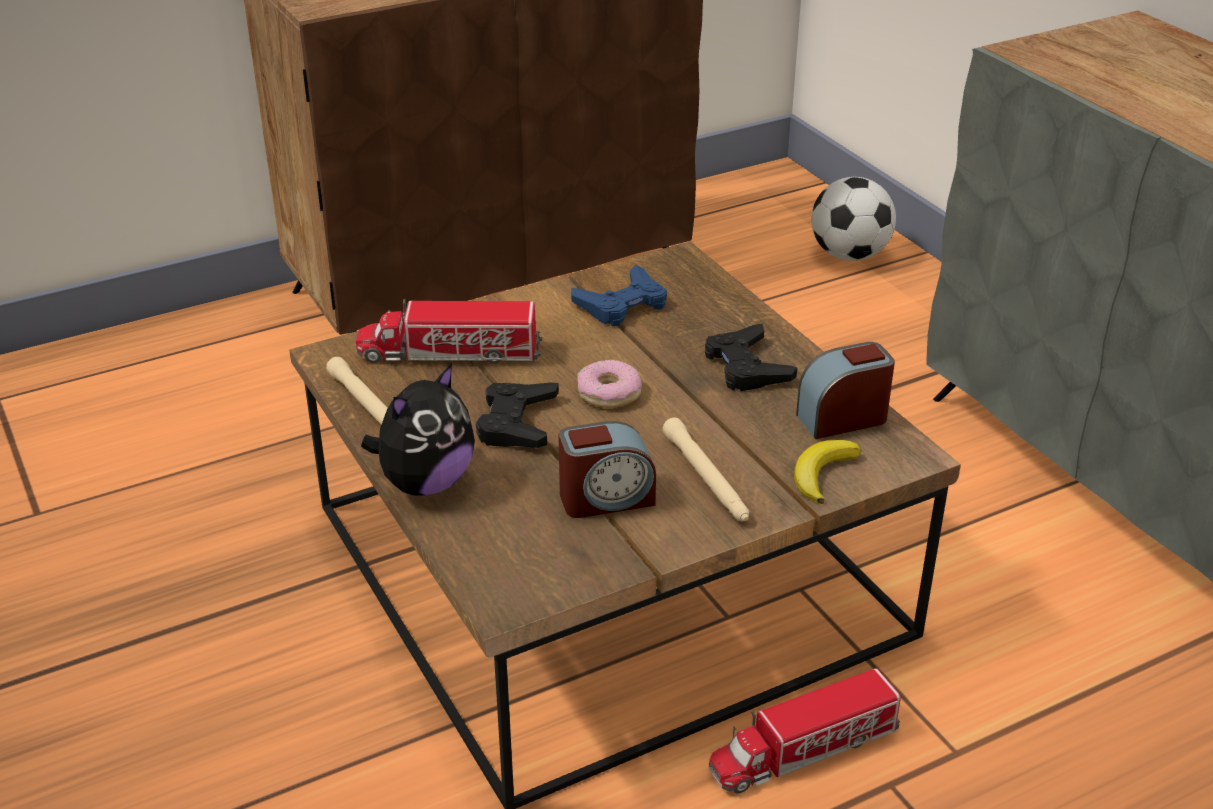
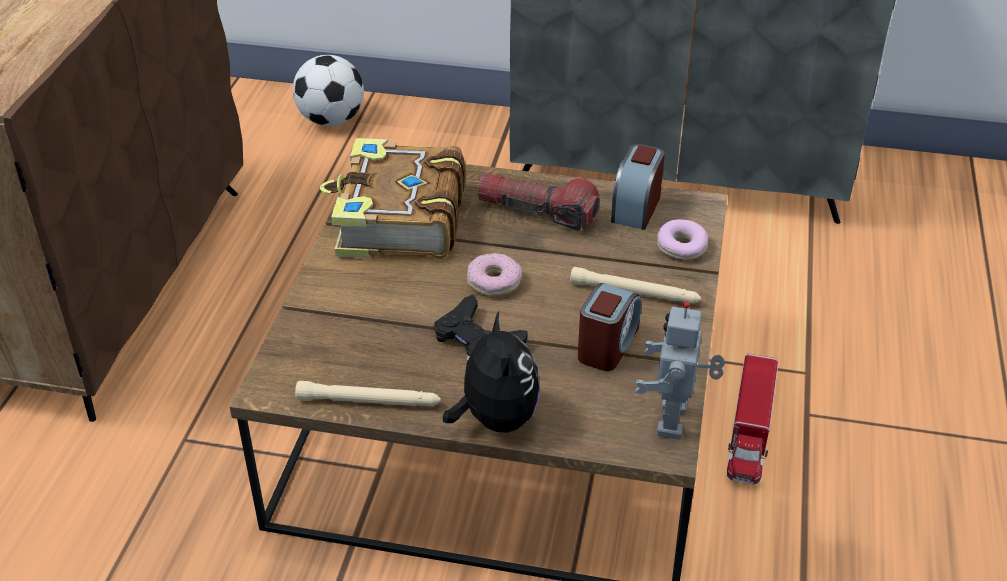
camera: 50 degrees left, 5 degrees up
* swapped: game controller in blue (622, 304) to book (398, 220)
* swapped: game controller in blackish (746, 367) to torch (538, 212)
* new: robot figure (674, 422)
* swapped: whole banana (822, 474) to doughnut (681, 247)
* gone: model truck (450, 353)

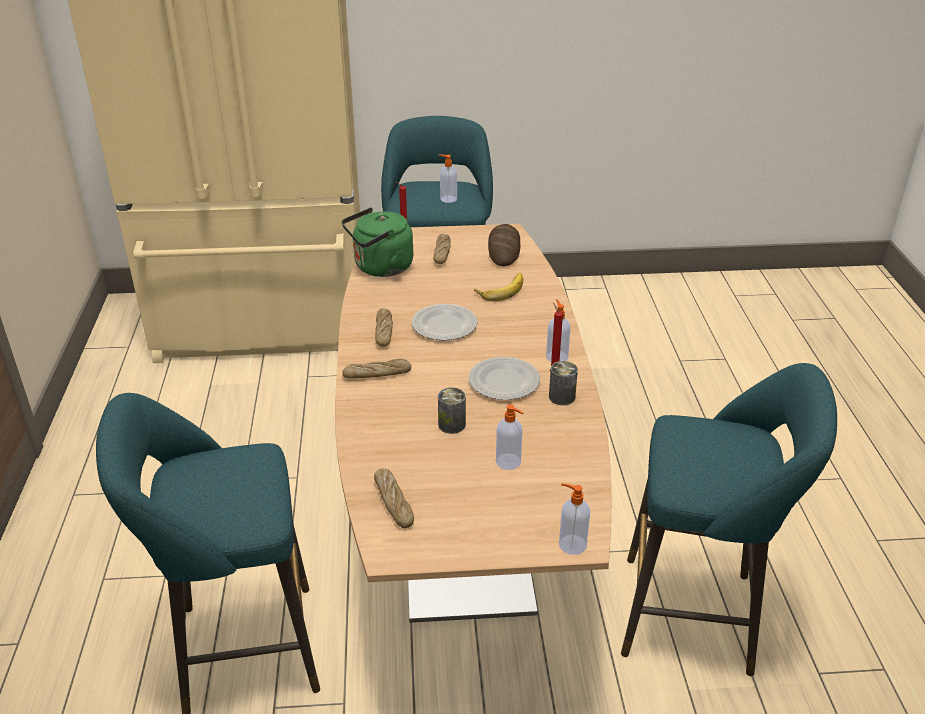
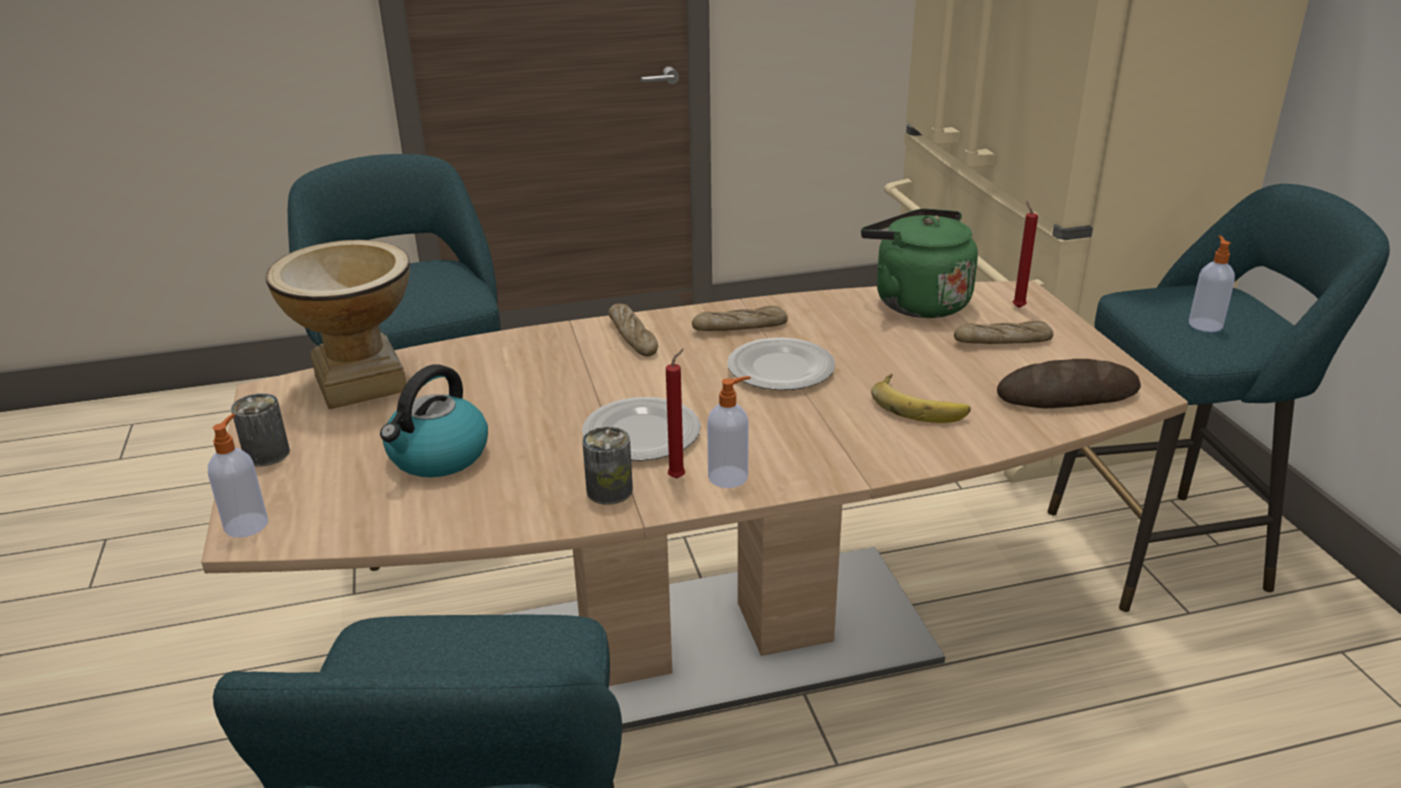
camera: 80 degrees right, 5 degrees down
* shifted: sealed can (452, 424) to (267, 454)
* swapped: baked bread (394, 502) to vase (361, 383)
* swapped: liquid soap bottle (509, 462) to water kettle (438, 456)

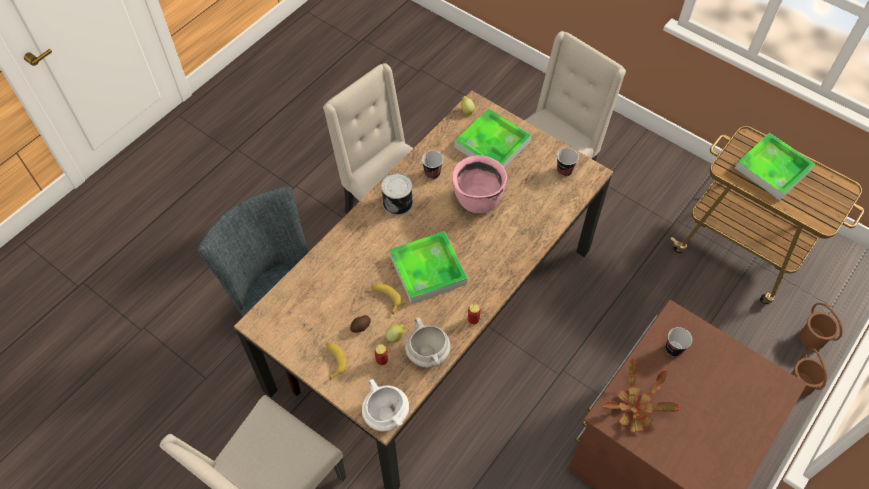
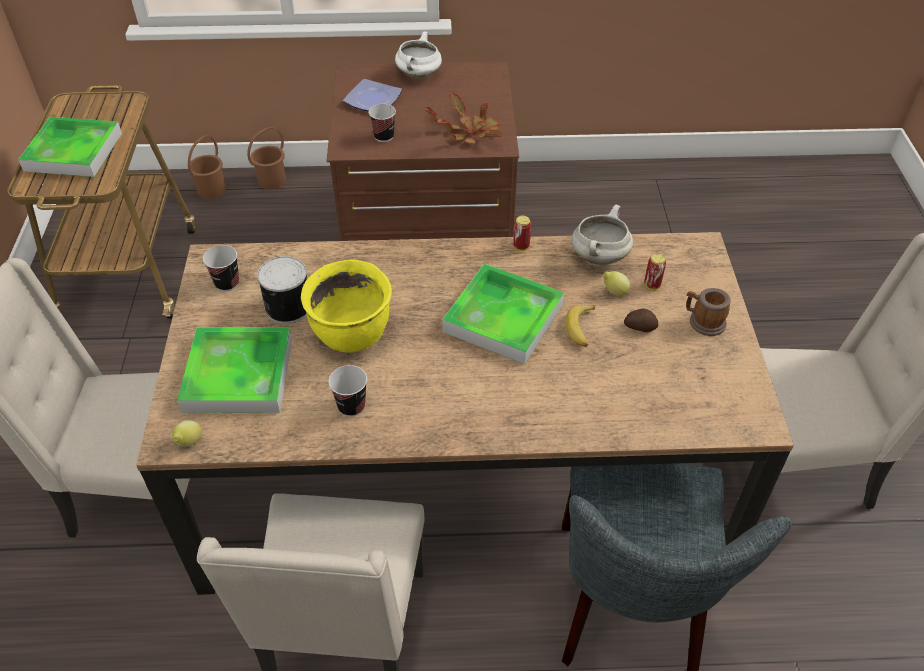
camera: 130 degrees left, 10 degrees down
* shifted: sealed can (398, 202) to (287, 306)
* repainted: saucepot in pinkish (477, 199) to saucepot in yellow (352, 335)
* new: flat dish (371, 100)
* shifted: saucepot in white-coloured (385, 414) to (419, 75)
* swapped: whole banana (334, 360) to mug (703, 322)

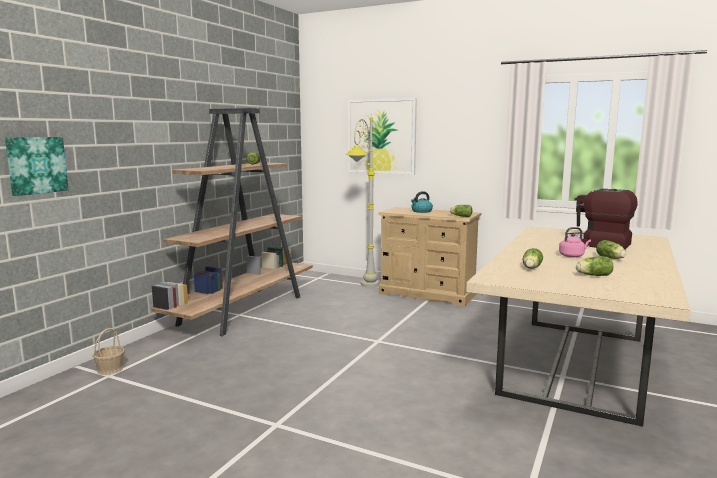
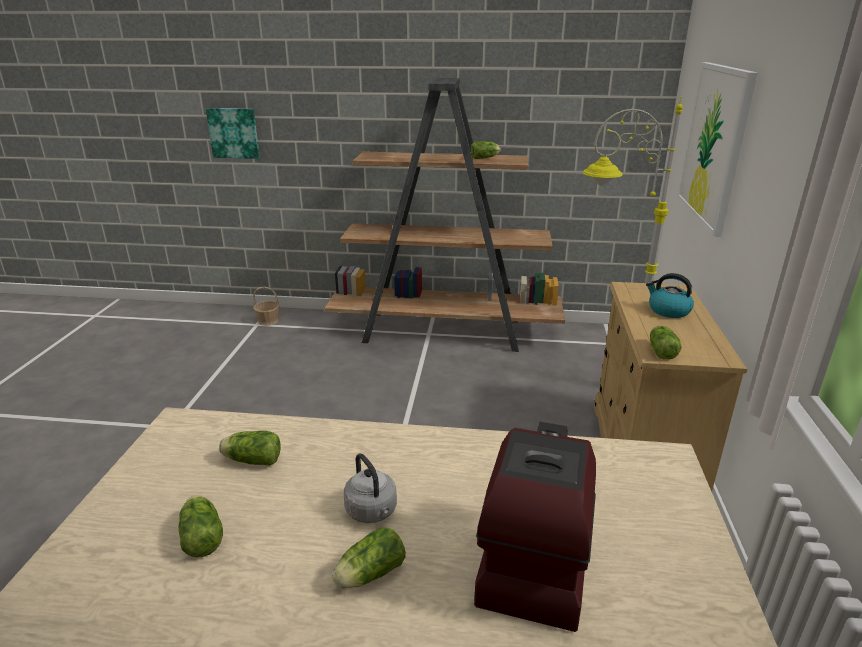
camera: 70 degrees right, 15 degrees up
* repainted: water kettle in pinkish (572, 256) to water kettle in greyish (372, 512)

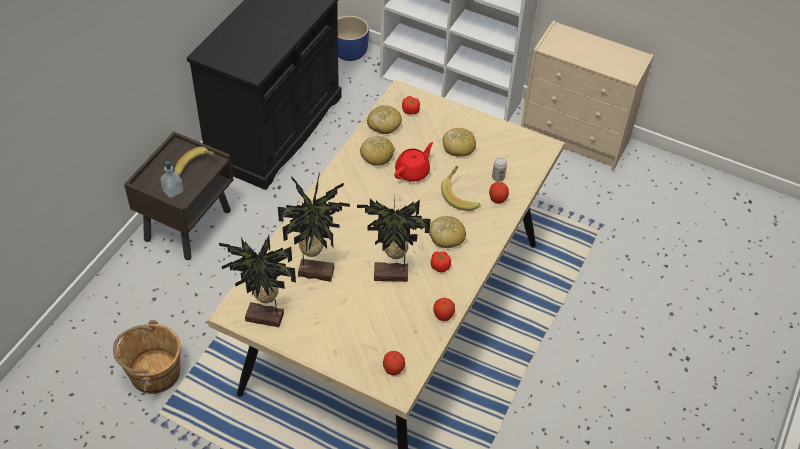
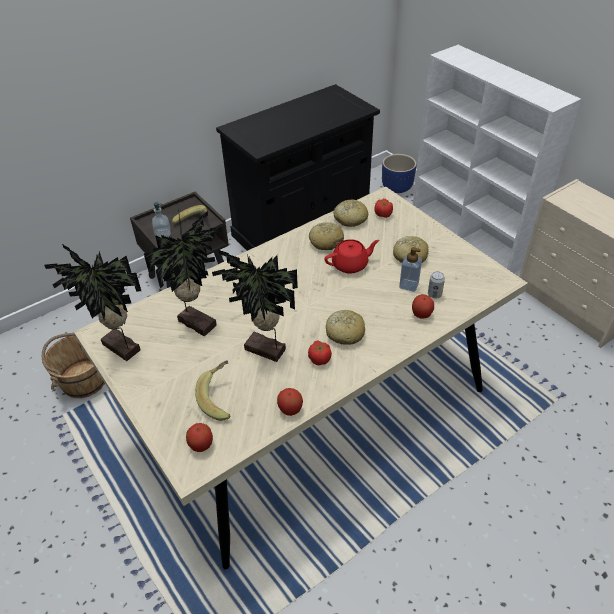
camera: 30 degrees right, 5 degrees down
* shifted: whole banana (461, 196) to (221, 398)
* new: liquid soap bottle (409, 285)

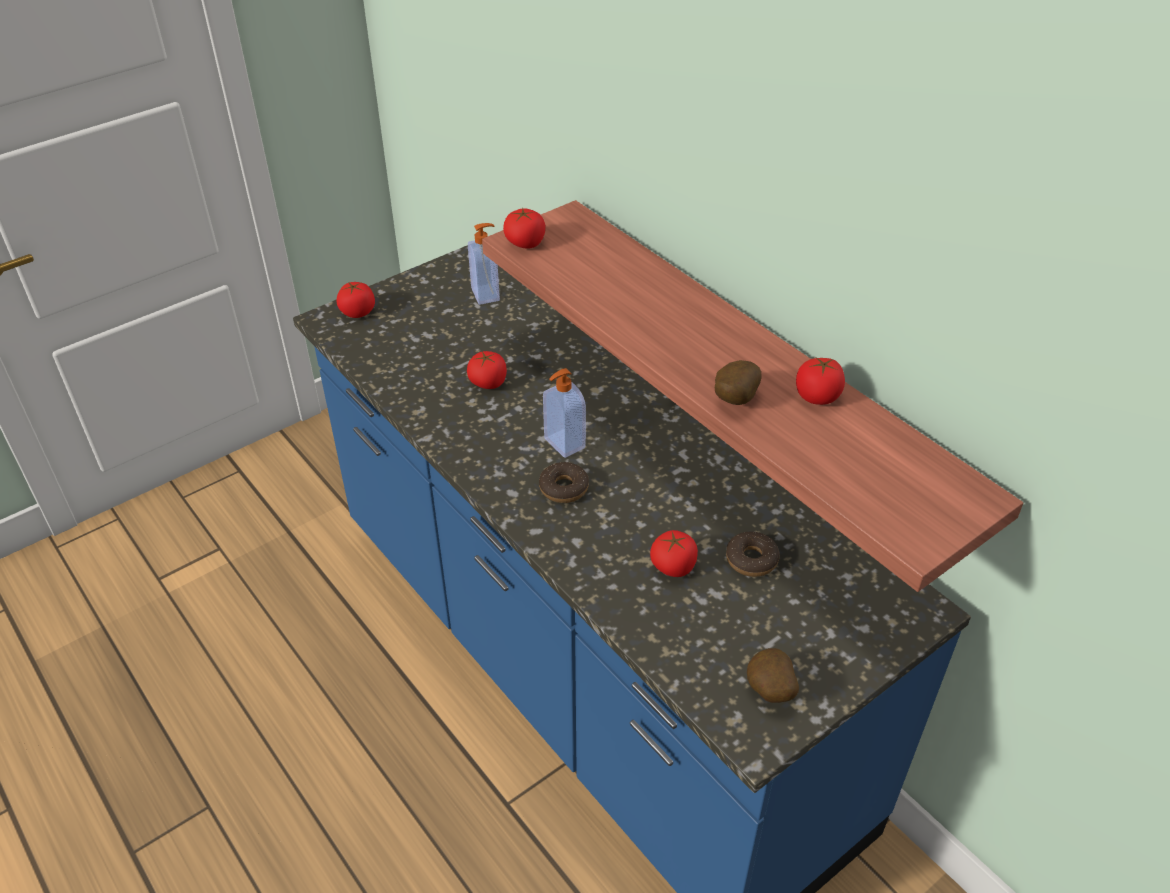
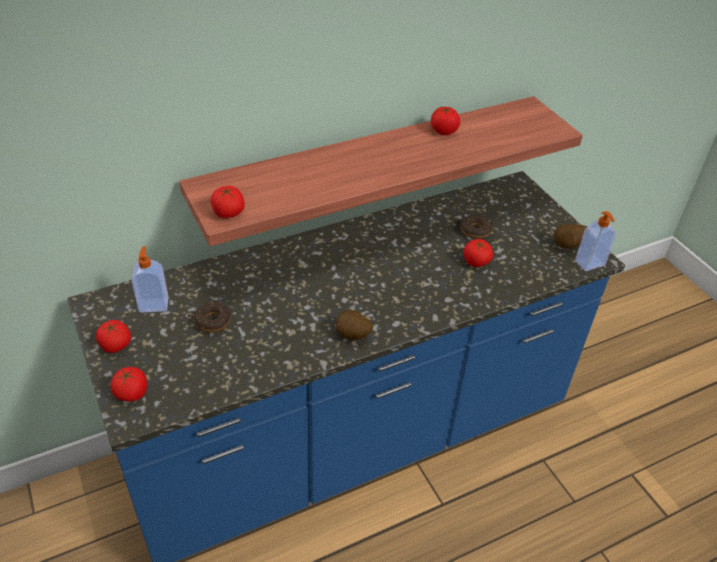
camera: 80 degrees left, 0 degrees up
* shifted: whole tomato (488, 382) to (115, 345)
* shifted: doughnut (564, 488) to (213, 321)
* shifted: whole potato (733, 400) to (352, 336)
* shifted: liquid soap bottle (563, 444) to (590, 263)

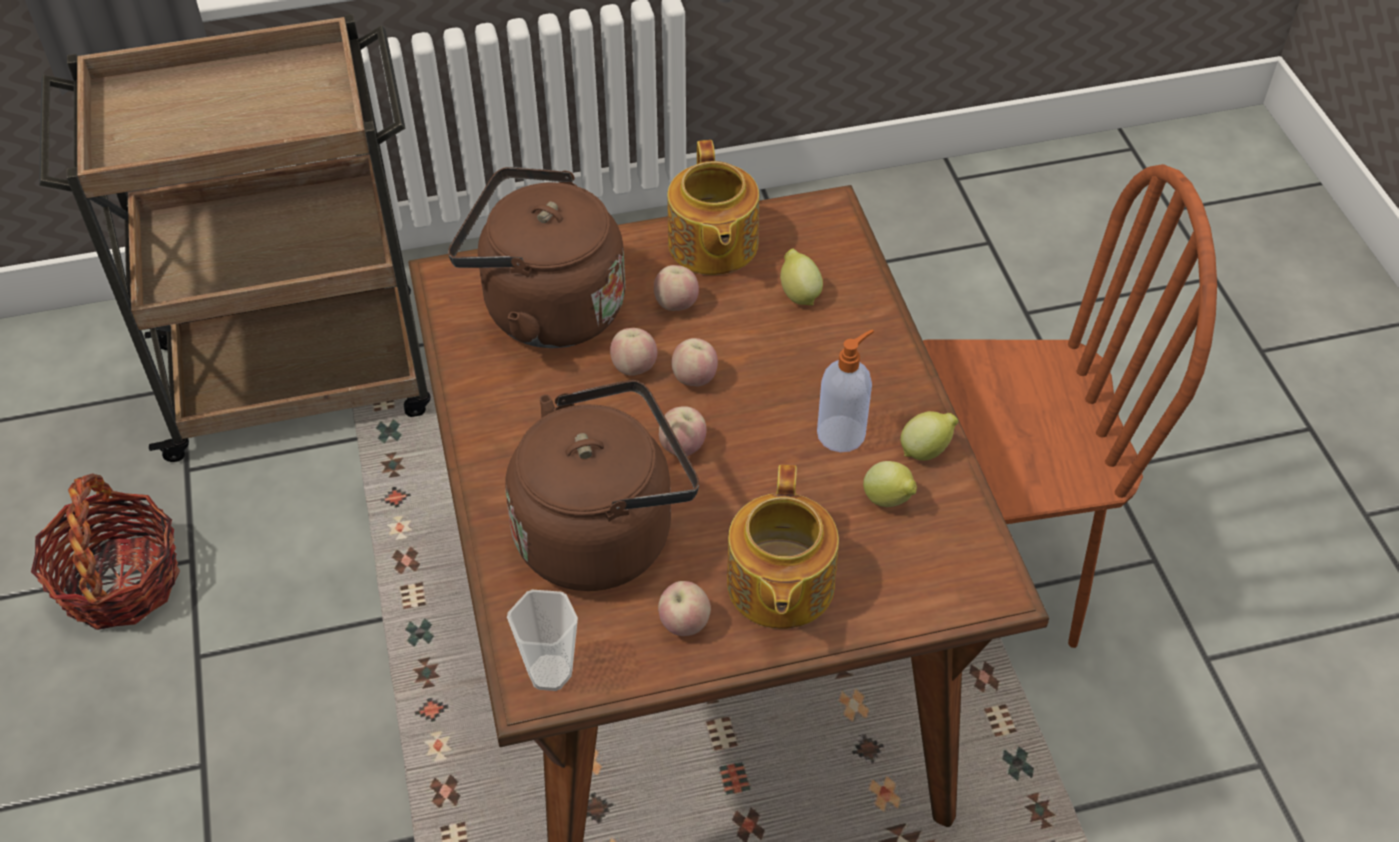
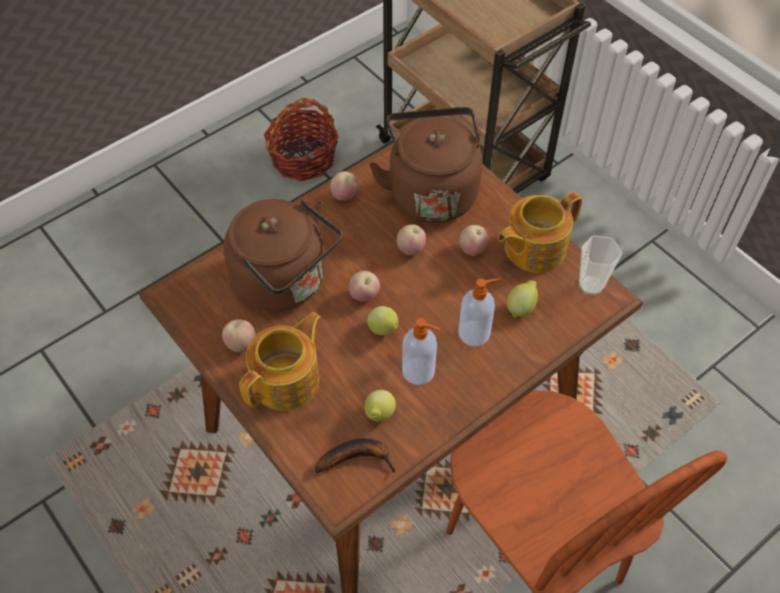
camera: 65 degrees right, 5 degrees up
* rotated: pot for tea (778, 586) = (287, 380) 150 degrees clockwise
* new: whole banana (358, 457)
* shifted: whole apple (694, 379) to (344, 196)
* shifted: lemon (926, 450) to (384, 330)
* new: liquid soap bottle (475, 333)
* shifted: cup (550, 672) to (591, 285)

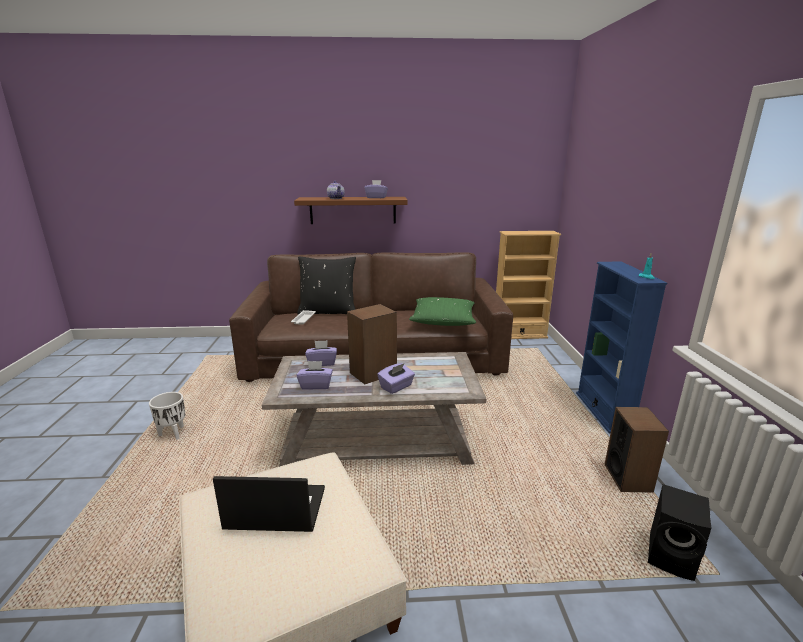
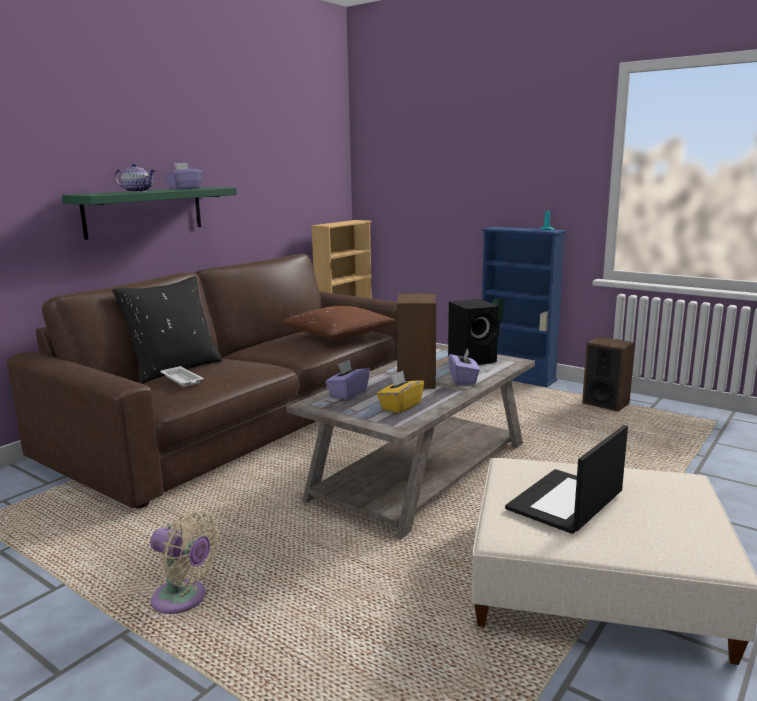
camera: 50 degrees left, 5 degrees down
* repainted: shelf in brown (353, 210) to shelf in greenish (144, 212)
* swapped: planter in white-coloured (173, 434) to cooling fan in sand-coloured (183, 599)
* repainted: cushion in greenish (443, 320) to cushion in brown (338, 335)
* repainted: tissue holder in purple-coloured (316, 385) to tissue holder in yellow (400, 406)
* shifted: audio speaker in blackish (673, 557) to (473, 359)

